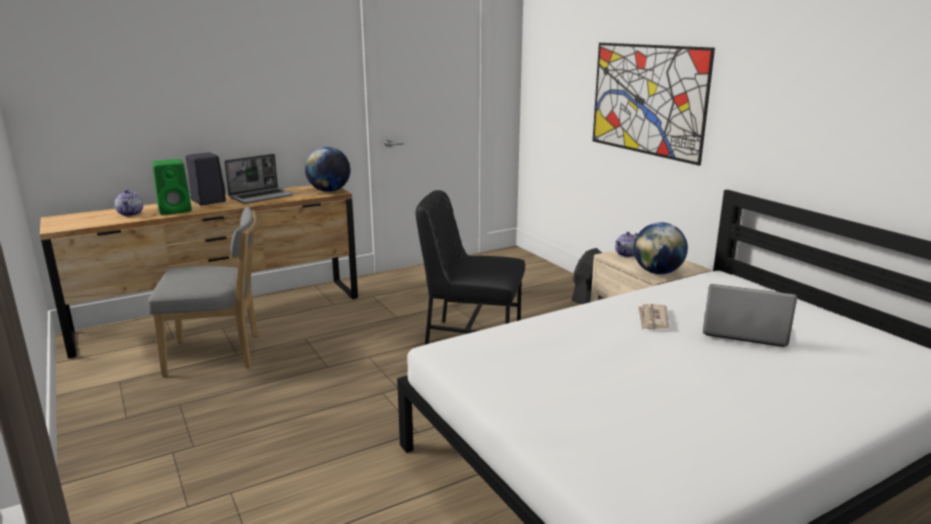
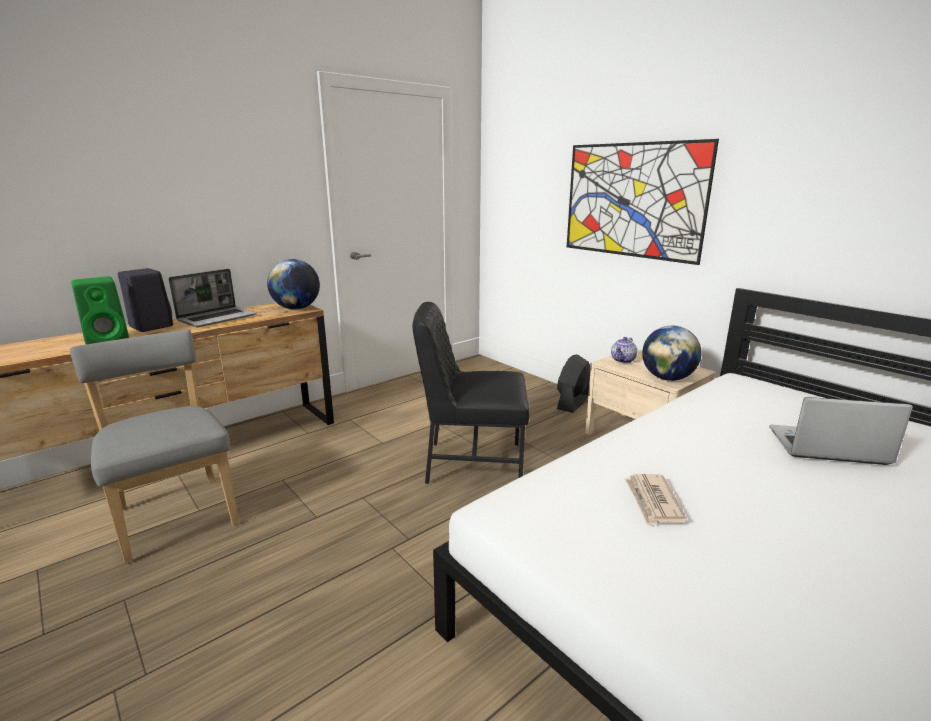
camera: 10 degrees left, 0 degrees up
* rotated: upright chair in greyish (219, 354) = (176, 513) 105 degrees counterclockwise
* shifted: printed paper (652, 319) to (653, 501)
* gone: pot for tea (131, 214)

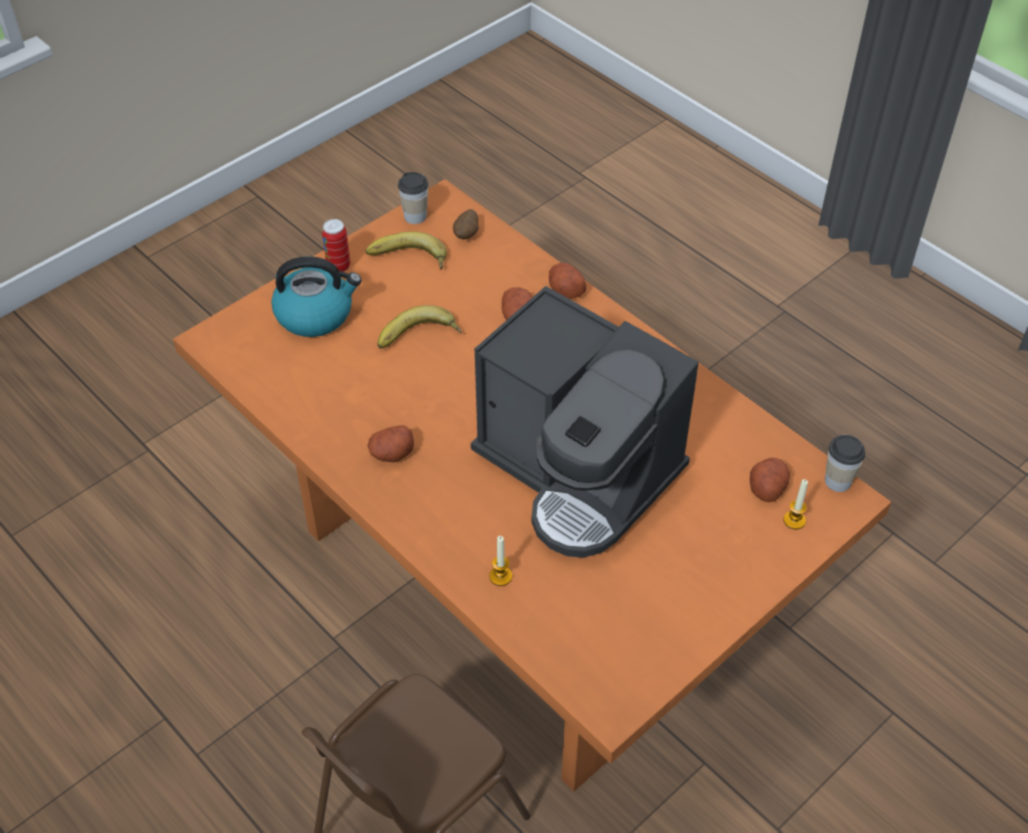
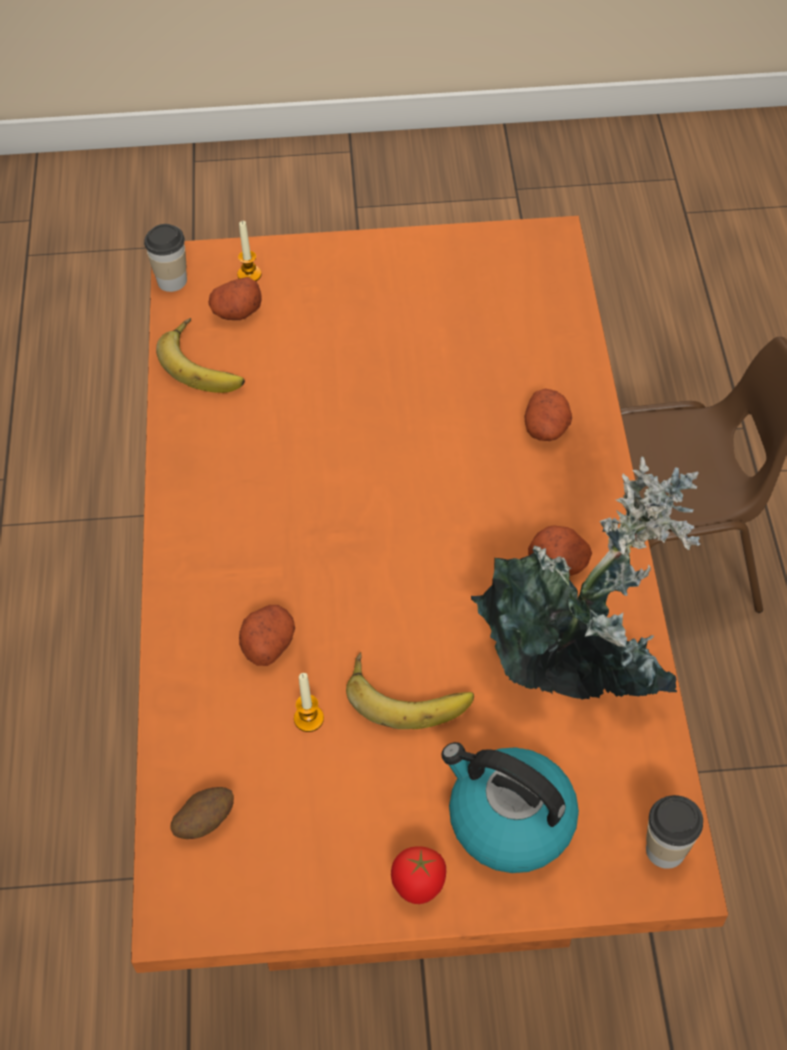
camera: 140 degrees left, 5 degrees up
* shifted: whole banana (407, 259) to (205, 362)
* shifted: wax light (500, 576) to (308, 718)
* swapped: sealed can (338, 266) to whole tomato (418, 887)
* new: plant in a pot (576, 667)
* shifted: whole potato (565, 289) to (546, 428)
* shifted: cup (415, 216) to (665, 850)
* gone: coffee machine (578, 472)

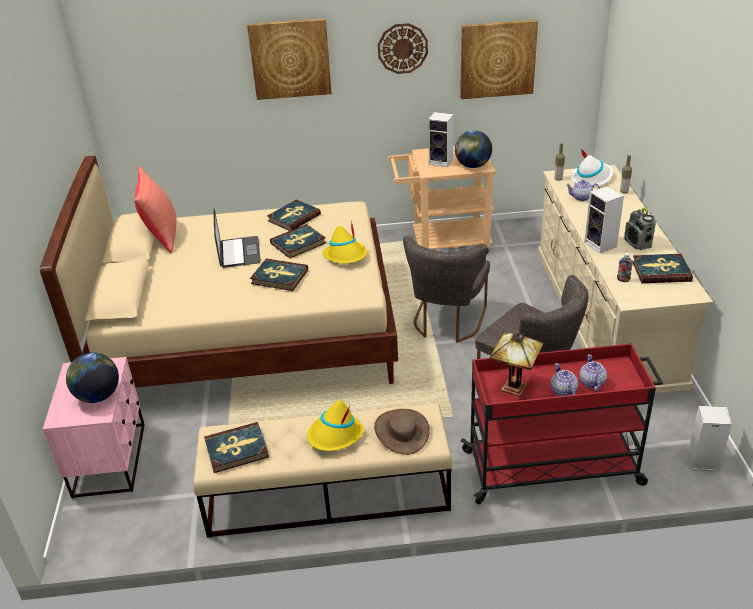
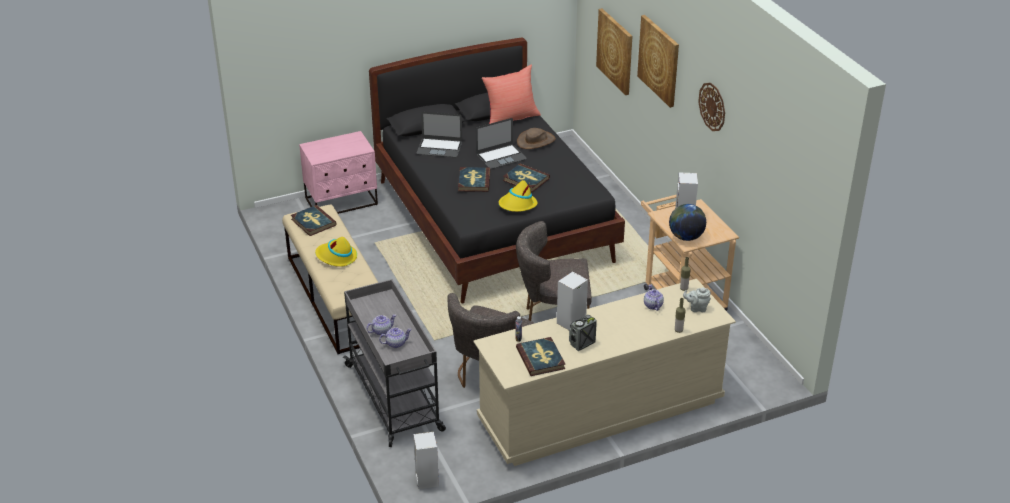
camera: 70 degrees right, 0 degrees up
* repainted: cart in reddish (554, 467) to cart in greyish (394, 398)
* repainted: bed in sand-coloured (248, 334) to bed in blackish (494, 220)
* new: portable computer (439, 147)
* shifted: hat in brown (402, 432) to (536, 141)
* shifted: wall picture (497, 59) to (615, 51)
* swapped: hat in white-coloured (591, 178) to pot for tea in greyish (697, 308)
* gone: world globe (98, 396)
* gone: book (294, 217)
* gone: tabletop lamp (513, 386)

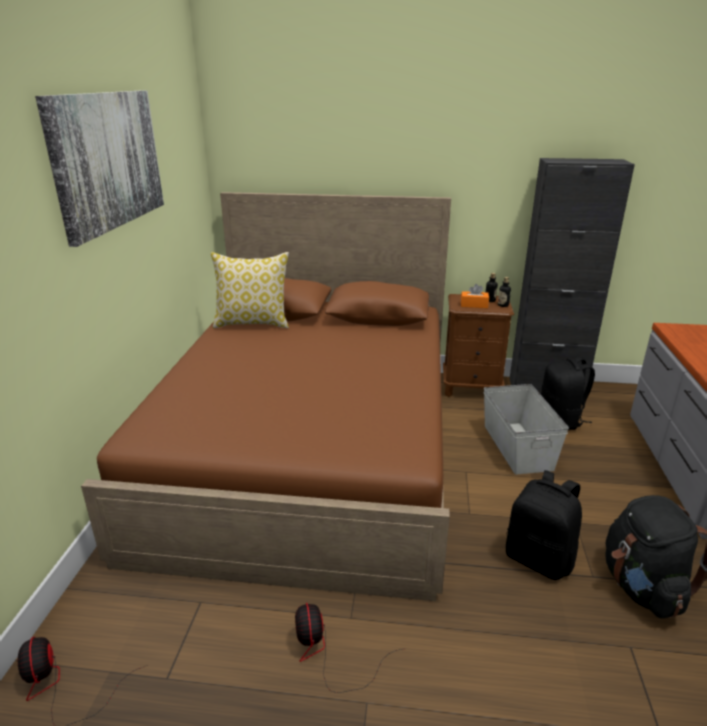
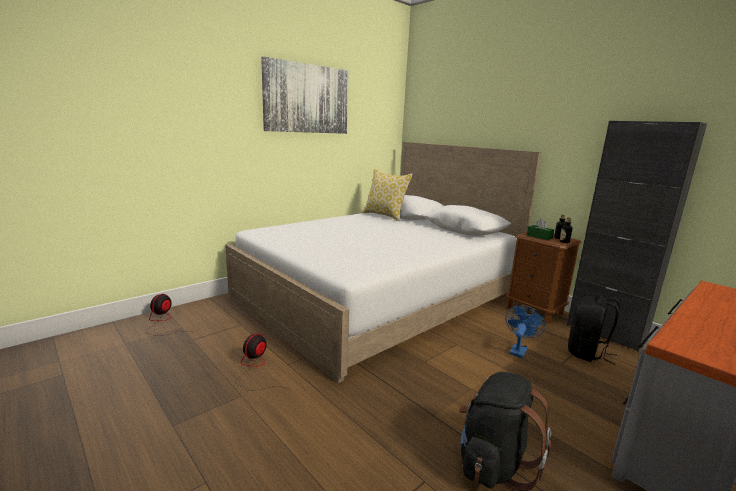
camera: 40 degrees right, 10 degrees down
* repainted: bed in brown (312, 448) to bed in white-coloured (379, 297)
* swapped: storage box in greyish (517, 447) to cooling fan in blue (518, 350)
* repainted: tissue holder in orange-coloured (474, 305) to tissue holder in greenish (539, 237)
* gone: backpack in blackish (539, 559)

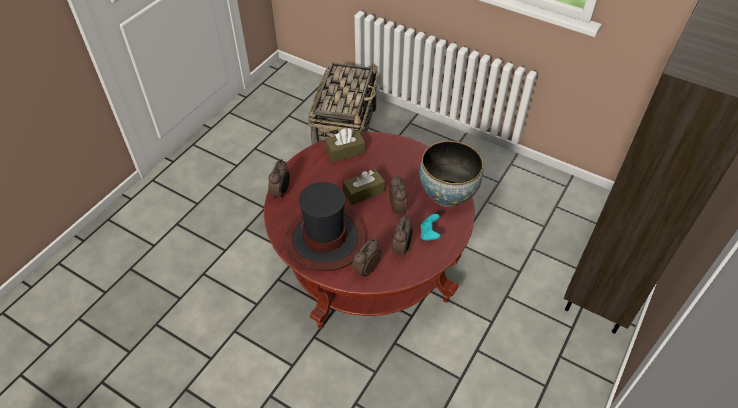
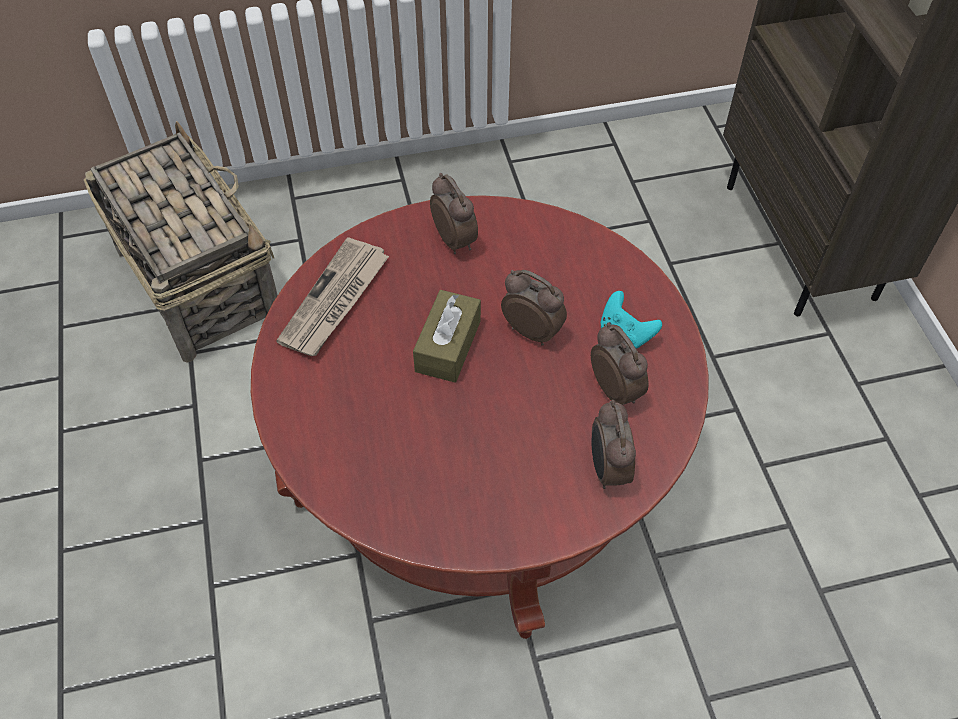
camera: 45 degrees left, 5 degrees up
* swapped: tissue holder in brown (345, 151) to printed paper (335, 301)
* shifted: bedside clock (281, 192) to (455, 240)
* gone: hat (326, 239)
* gone: bowl (447, 194)

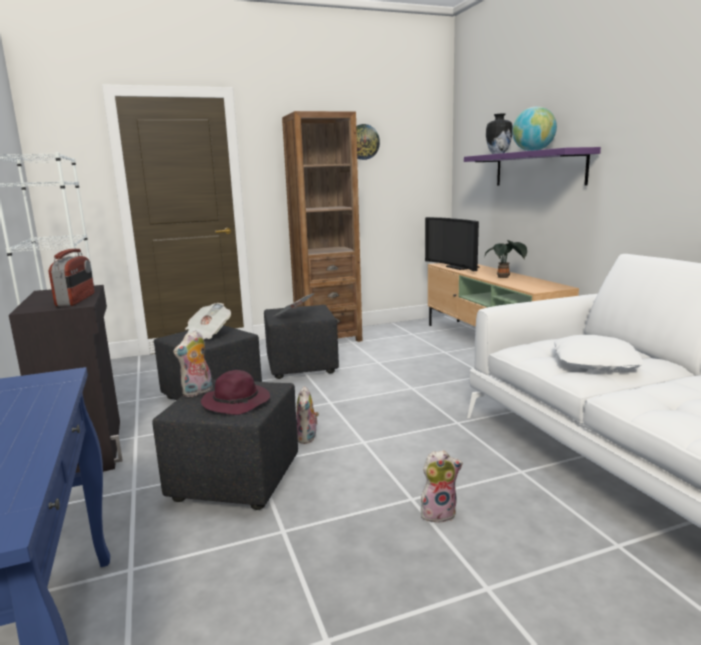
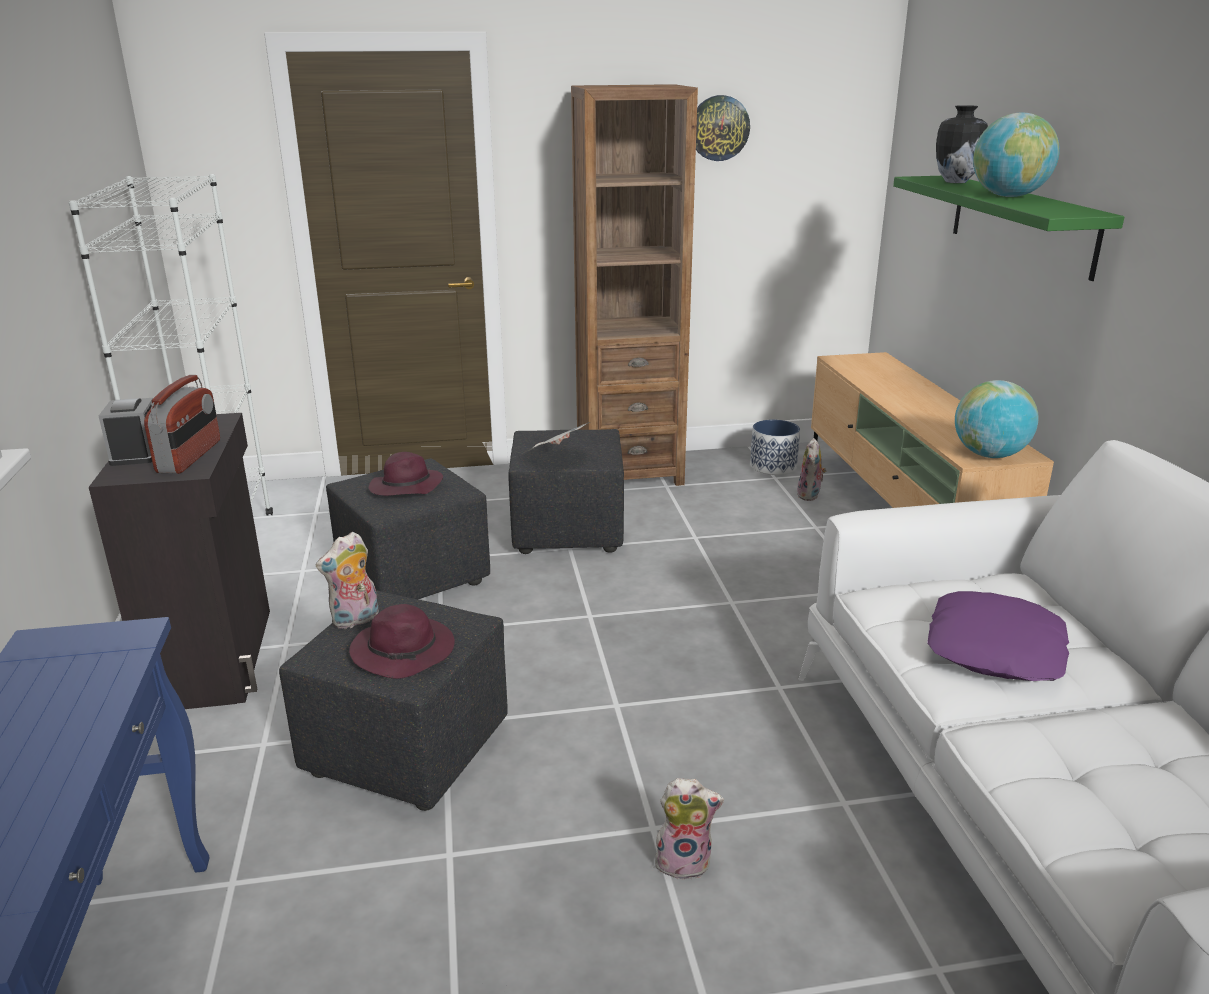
camera: 10 degrees right, 10 degrees up
* new: bedside clock (137, 453)
* swapped: printed paper (206, 335) to hat in purple-coloured (405, 488)
* new: planter (773, 466)
* shifted: plush toy (308, 438) to (810, 495)
* repainted: shelf in purple-coloured (538, 168) to shelf in greenish (1021, 223)
* repainted: cushion in white-coloured (595, 362) to cushion in purple-coloured (996, 650)
* new: world globe (989, 455)
* gone: television (458, 267)
* gone: plant in a pot (504, 277)

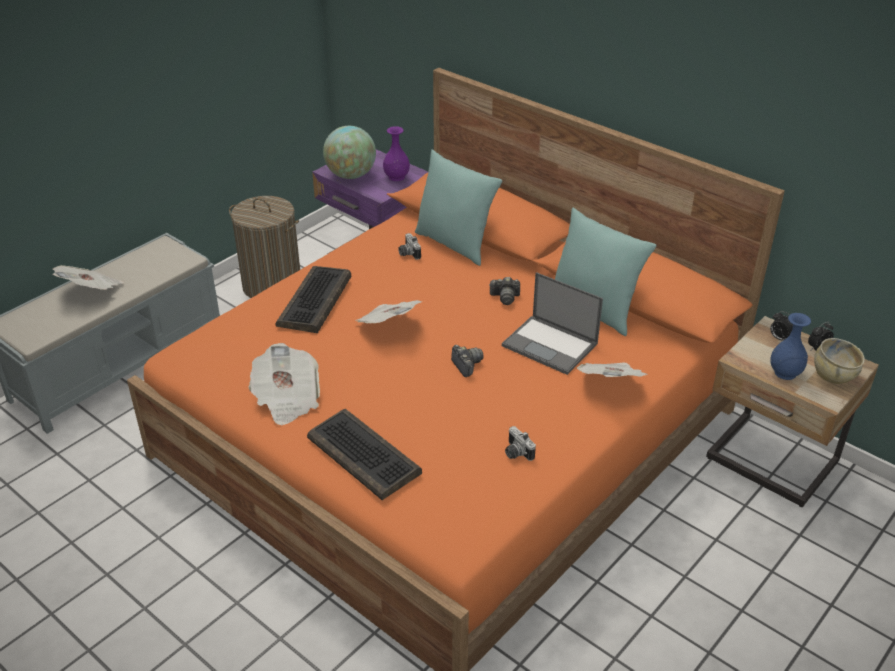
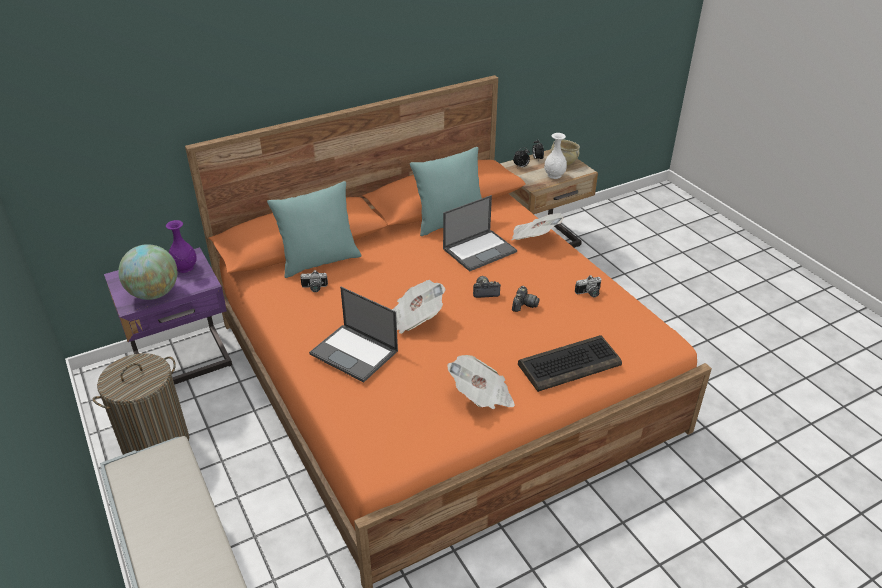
camera: 70 degrees left, 0 degrees up
* swapped: keyboard (315, 301) to portable computer (355, 353)
* shifted: still camera (505, 297) to (523, 305)
* repainted: vase in blue (785, 373) to vase in white-coloured (554, 175)
* gone: printed paper (92, 291)

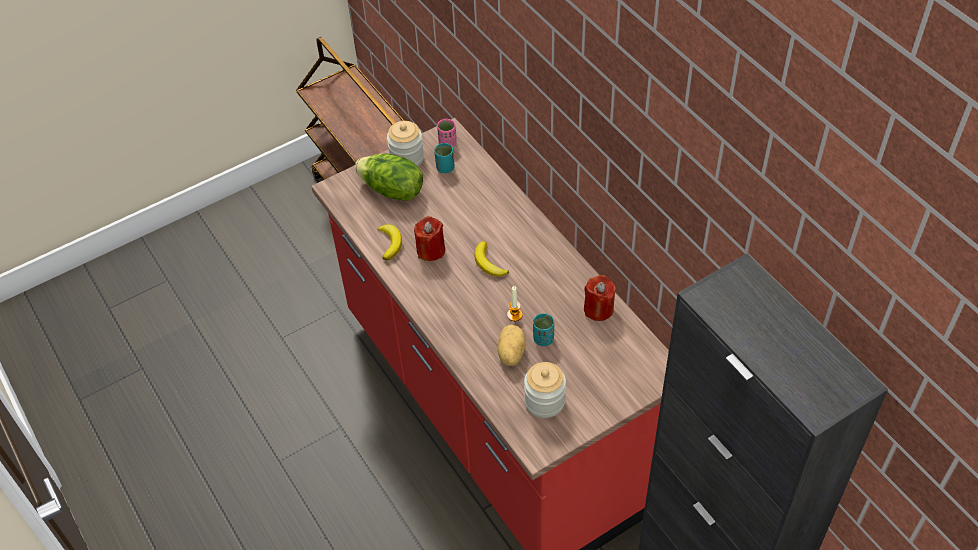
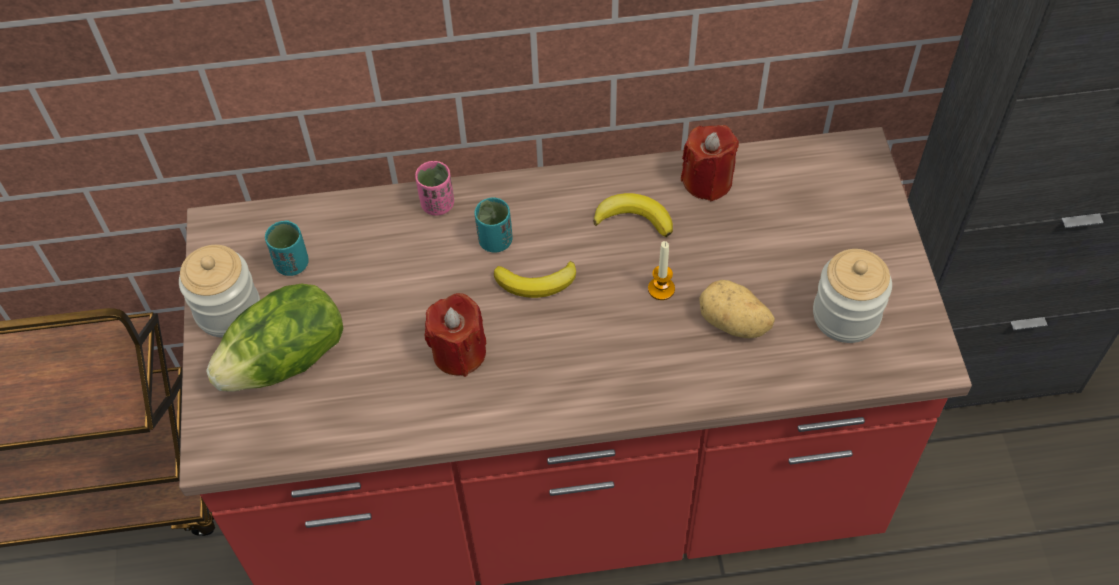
camera: 65 degrees left, 5 degrees up
* shifted: cup in pinkish (447, 143) to (437, 204)
* shifted: cup in turquoise (543, 339) to (495, 241)
* shifted: whole banana (390, 243) to (634, 218)

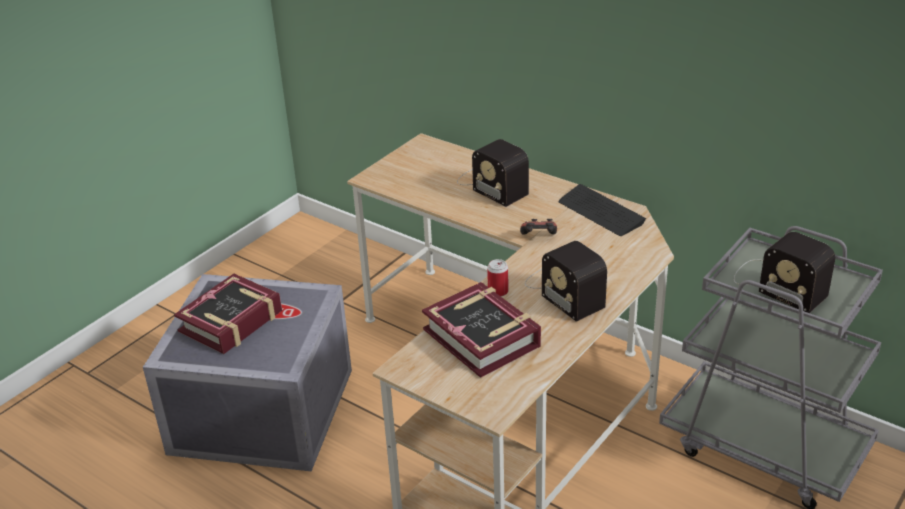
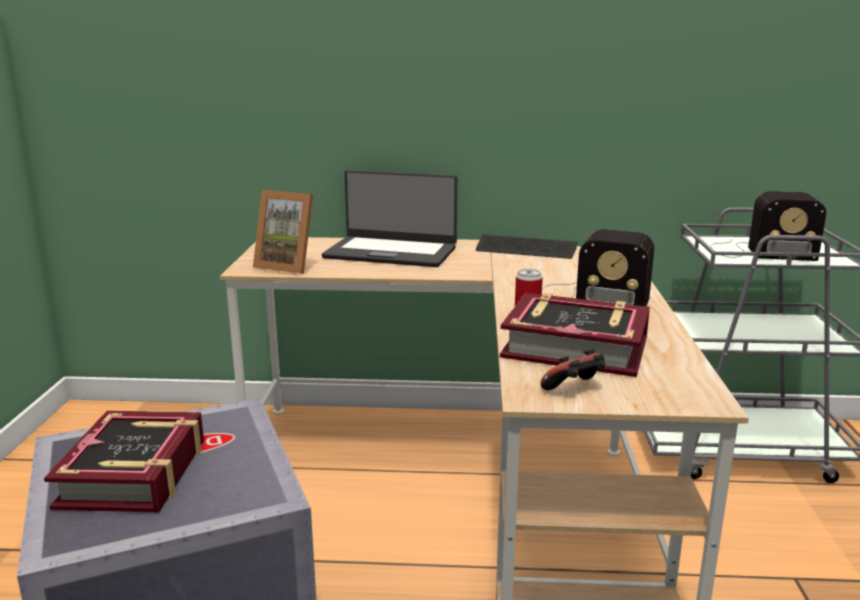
camera: 35 degrees left, 15 degrees down
* new: picture frame (289, 265)
* swapped: radio receiver (491, 184) to portable computer (391, 252)
* shifted: game controller (539, 238) to (574, 389)

